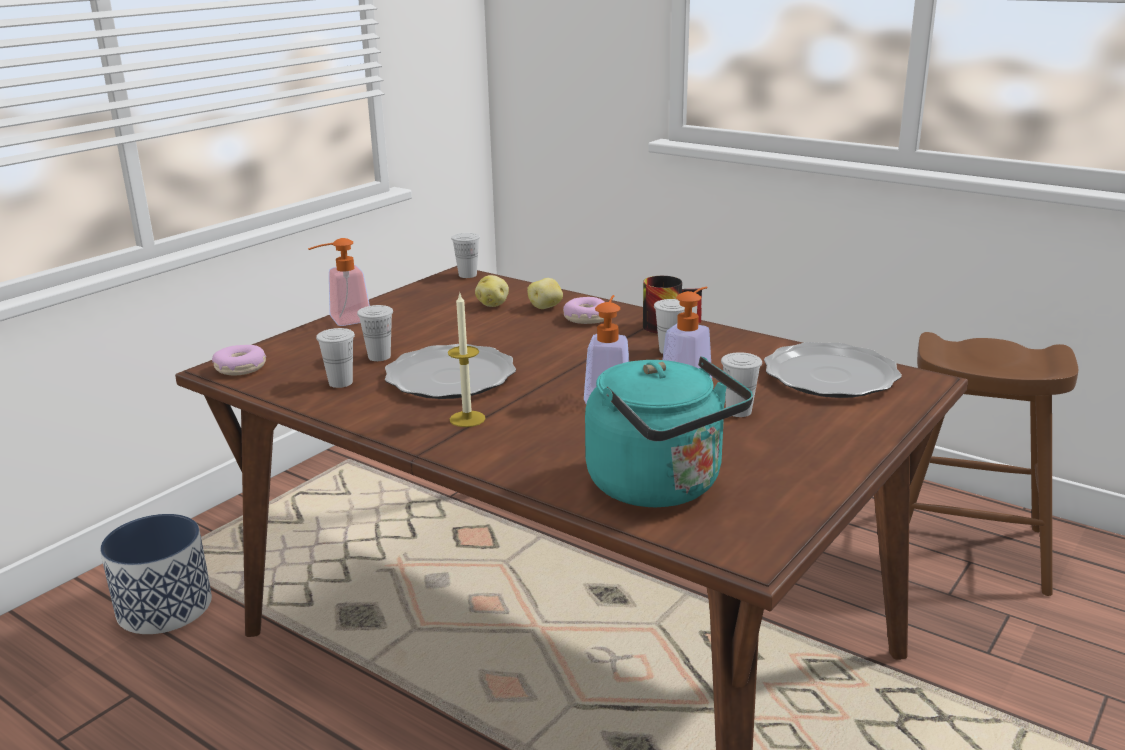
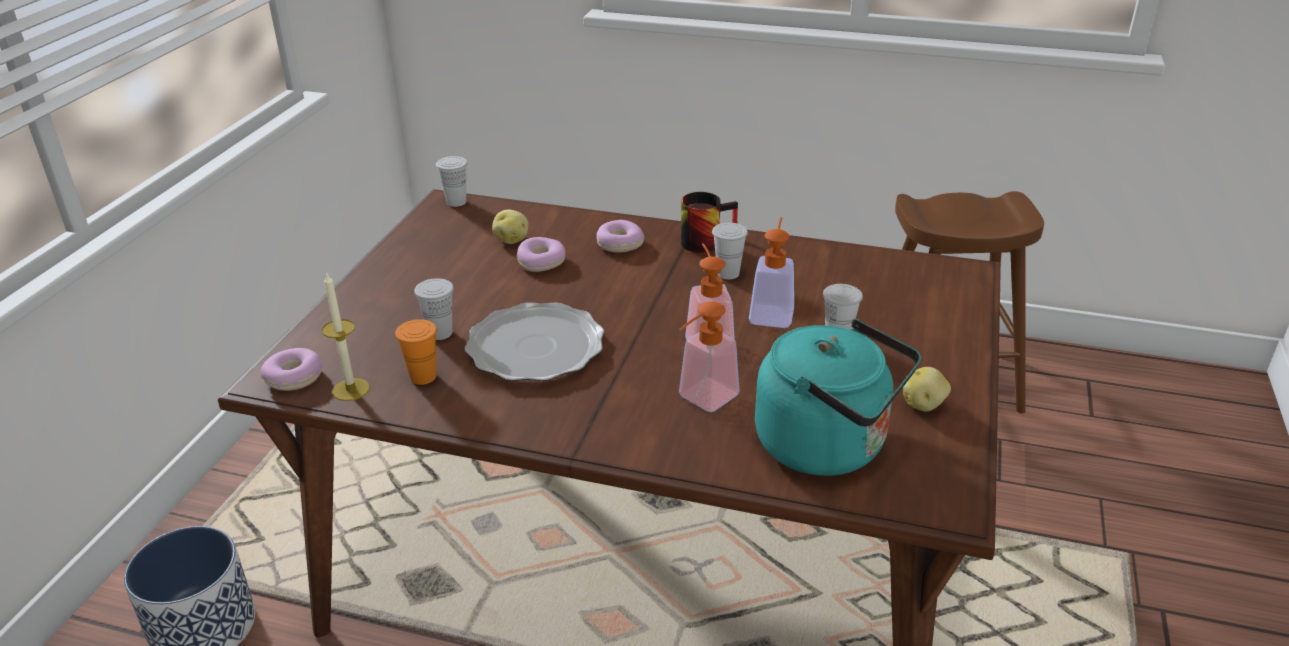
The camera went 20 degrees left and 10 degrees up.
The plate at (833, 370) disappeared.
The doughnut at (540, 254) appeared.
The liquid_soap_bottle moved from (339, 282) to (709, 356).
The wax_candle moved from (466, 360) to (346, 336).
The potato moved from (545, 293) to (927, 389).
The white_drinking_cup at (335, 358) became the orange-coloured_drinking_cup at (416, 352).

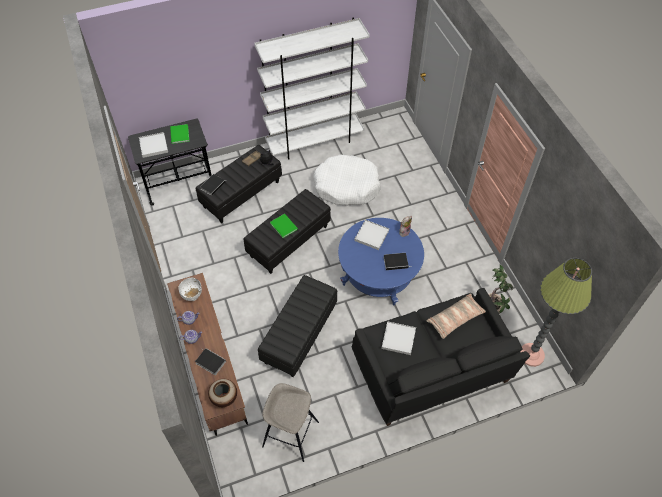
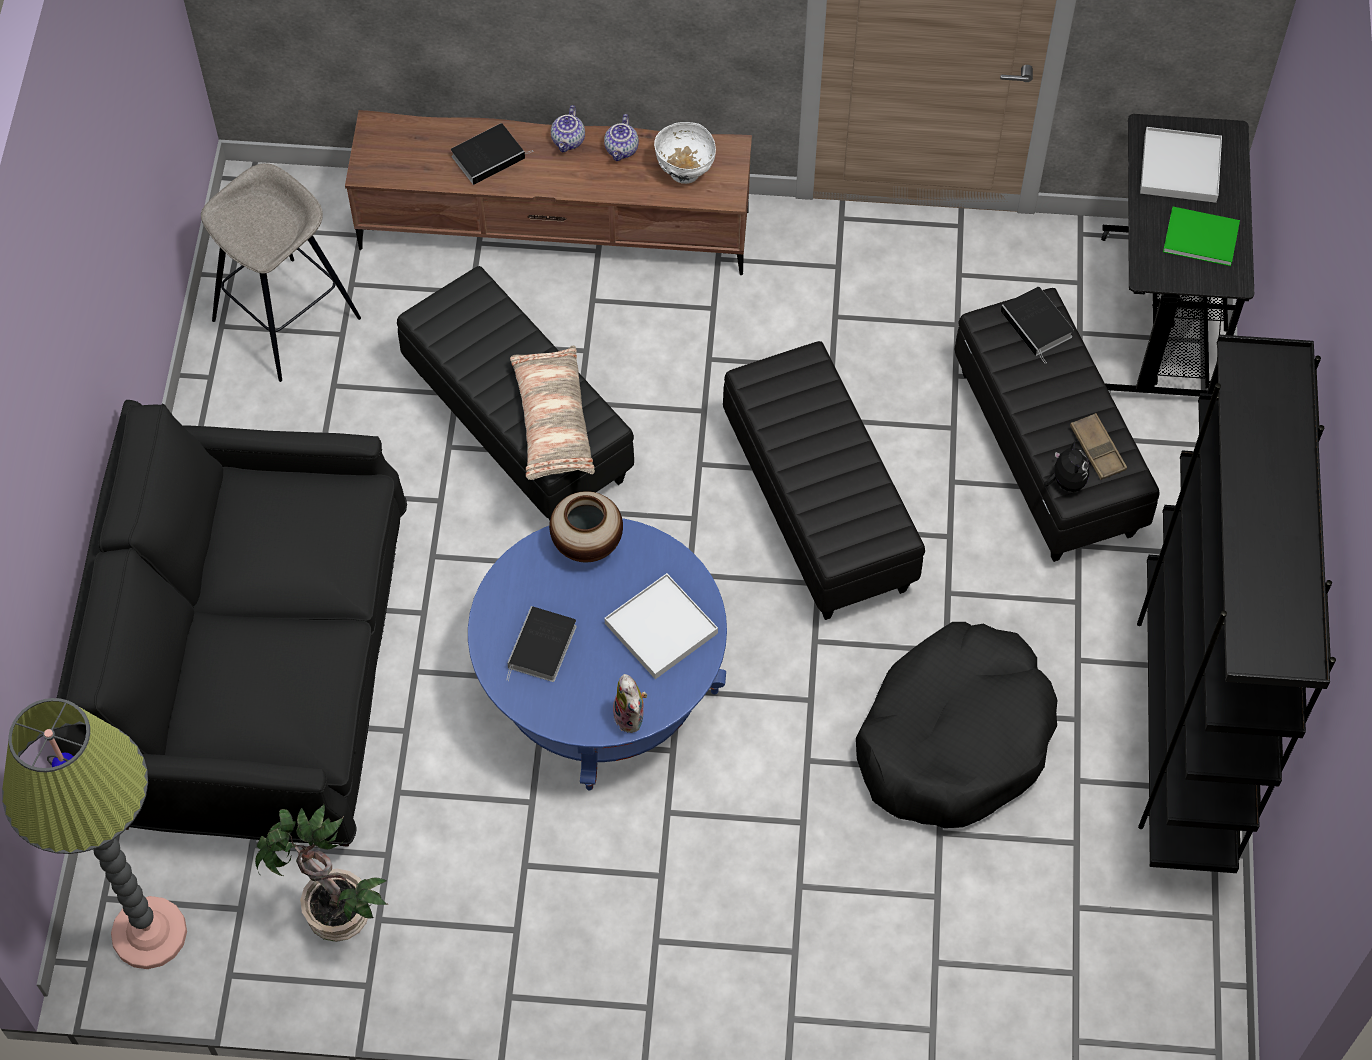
The camera went 115 degrees right and 5 degrees up.
The green_book at (284, 226) disappeared.
The white_tray at (399, 338) disappeared.
The decorative_vase moved from (222, 393) to (586, 526).
The cushion moved from (456, 316) to (552, 412).
The white_bookshelf at (312, 89) became the blackish_bookshelf at (1236, 604).
The white_dog_cushion at (346, 180) became the blackish_dog_cushion at (956, 725).

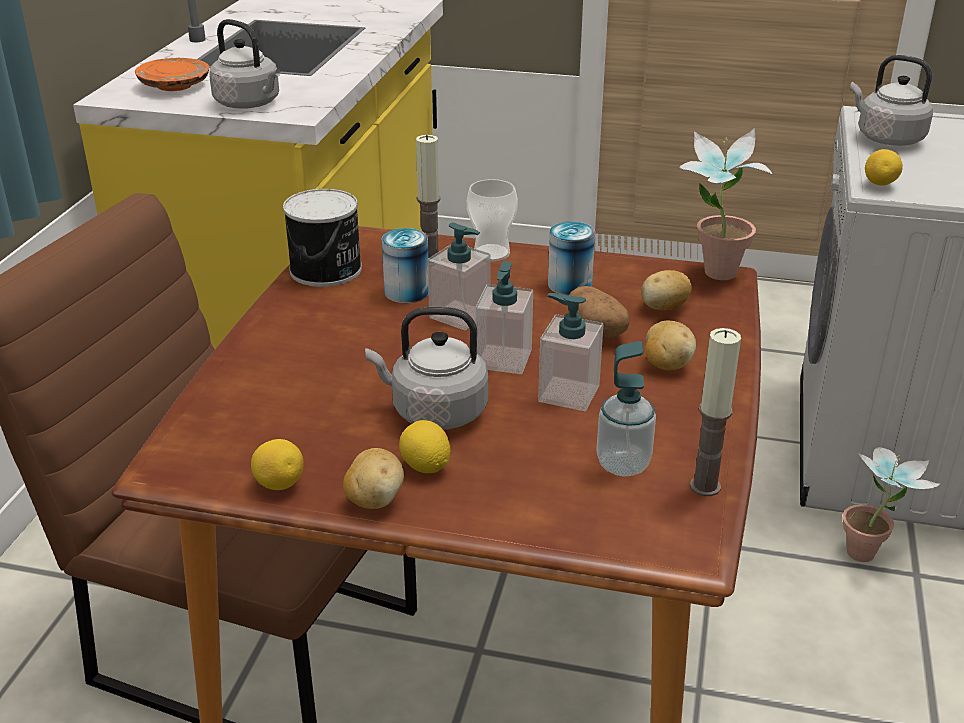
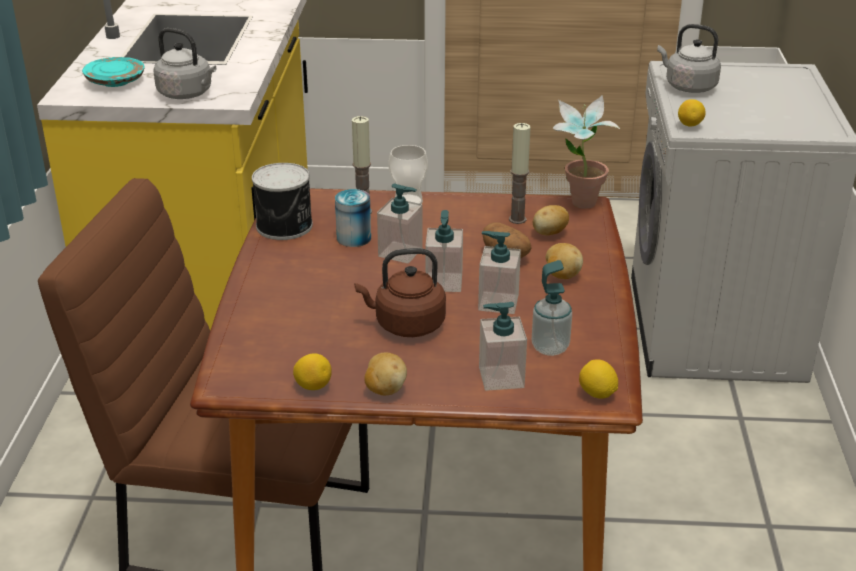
The camera went 10 degrees left and 0 degrees up.
The sealed_can at (571, 258) disappeared.
The plant_in_a_pot at (892, 504) disappeared.
The liquid_soap_bottle at (503, 346) appeared.
The citrus_fruit moved from (425, 446) to (598, 379).
The wax_candle moved from (715, 412) to (520, 173).
The orange-coloured_plate at (172, 74) became the turquoise_plate at (113, 72).
The gray_kettle at (426, 368) became the brown_kettle at (400, 292).

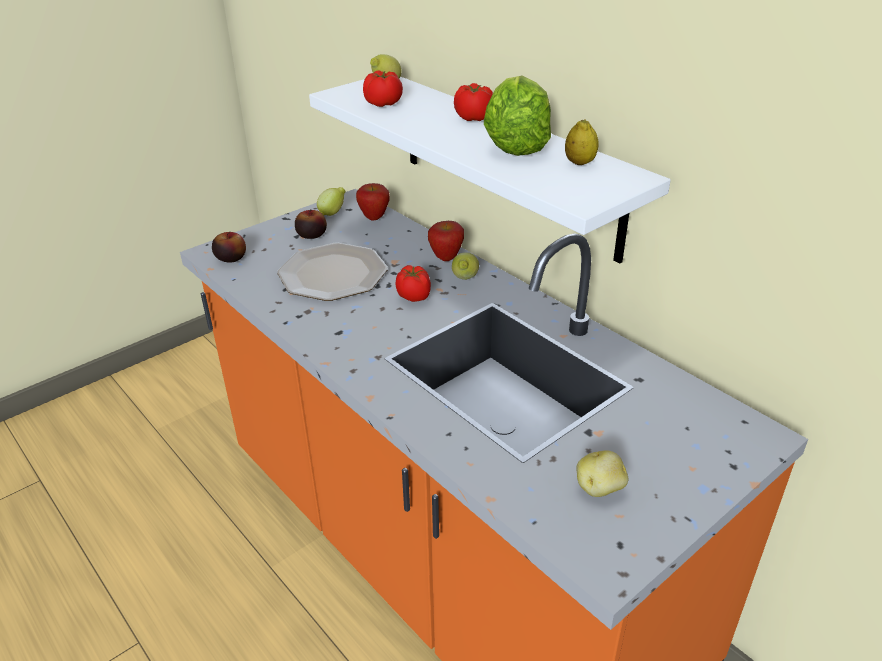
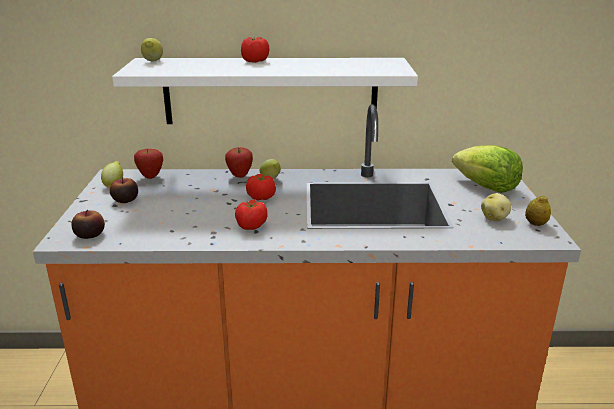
The camera went 50 degrees left and 10 degrees down.
The plate at (332, 272) disappeared.
The tomato moved from (383, 88) to (251, 215).
The lettuce moved from (517, 115) to (487, 169).
The citrus_fruit moved from (582, 142) to (538, 210).

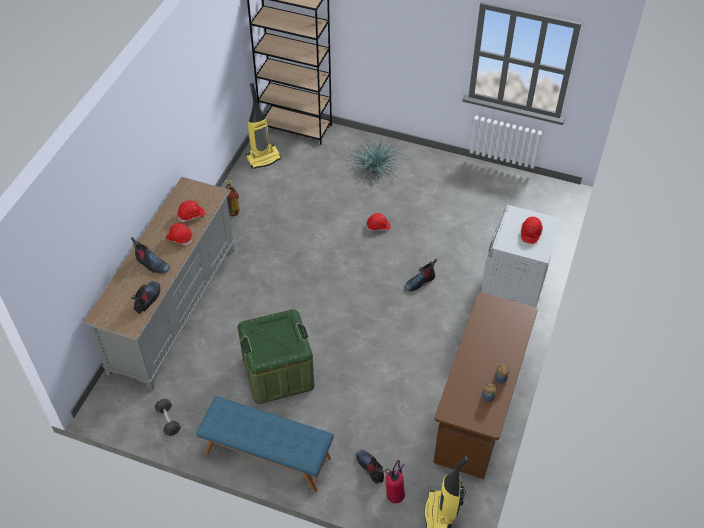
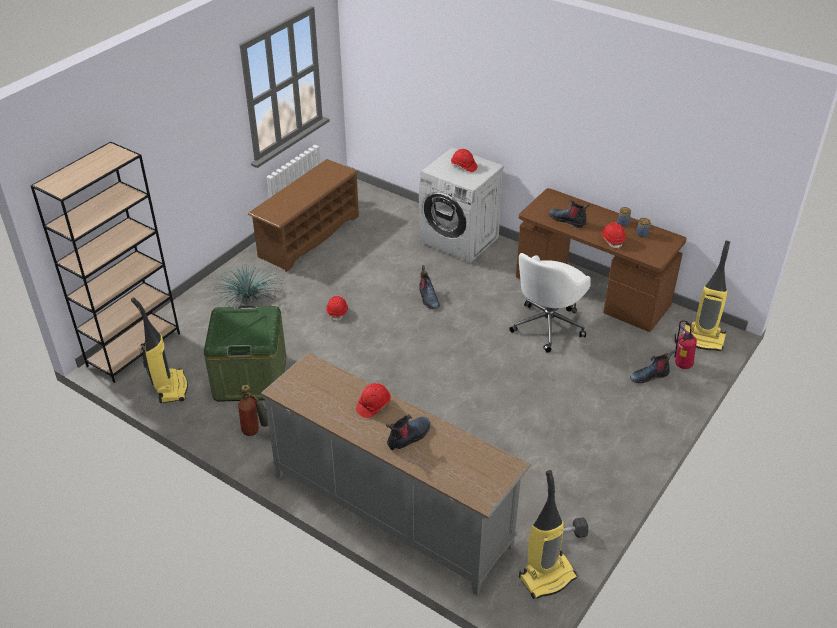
The camera went 75 degrees left and 10 degrees down.
The blue_long_seat at (265, 444) disappeared.
The brown_shoe_stand at (303, 215) appeared.
The white_desk_chair at (550, 303) appeared.
The vacuum_cleaner at (548, 534) appeared.
The high-top_boot moved from (146, 297) to (569, 214).
The red-coloured_hard_hat moved from (191, 211) to (613, 235).
The green_storage_container moved from (276, 356) to (245, 353).

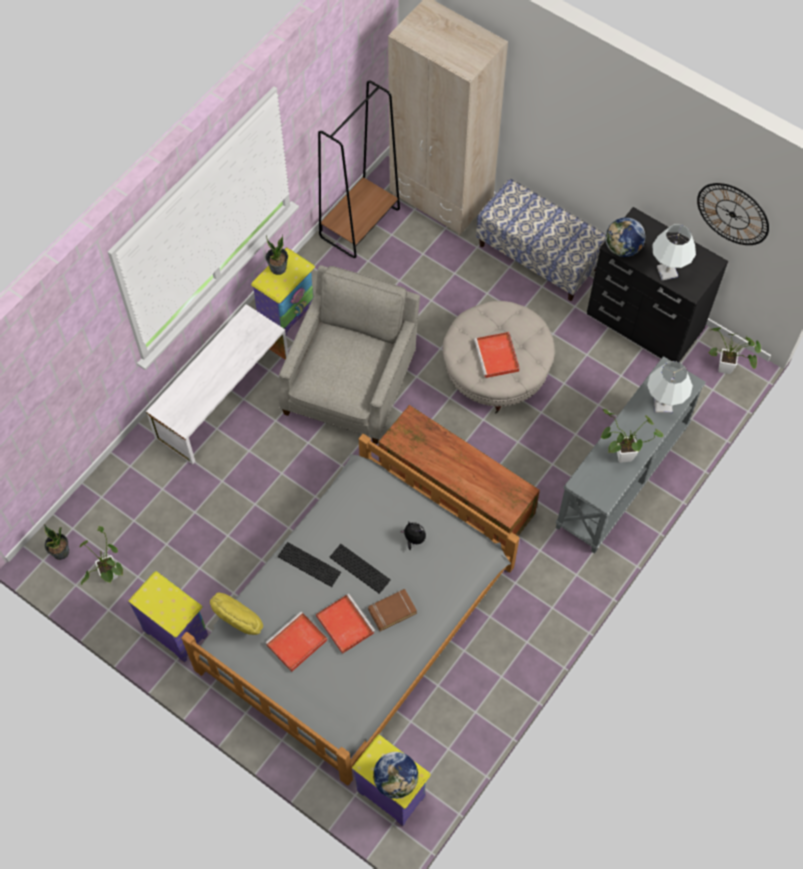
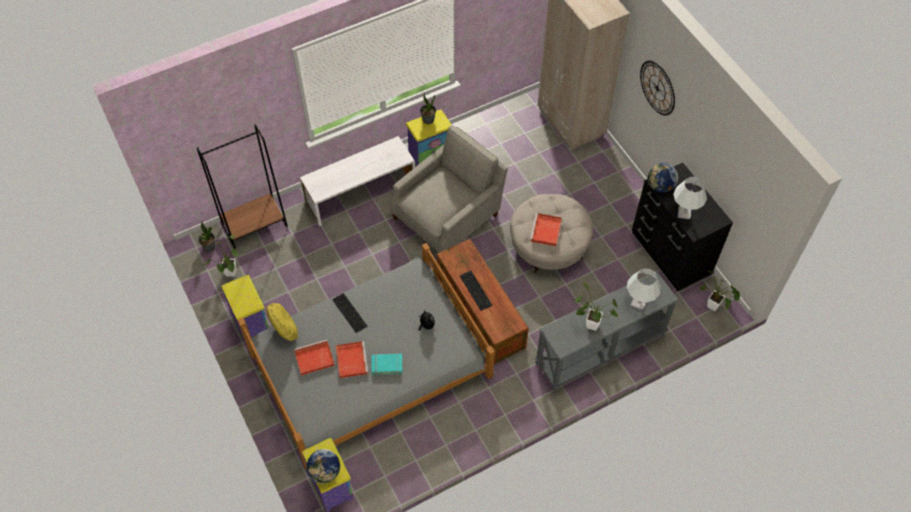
The camera went 25 degrees right and 5 degrees down.
The long_seat at (541, 240) disappeared.
The garment_stand moved from (359, 169) to (242, 186).
The PC_keyboard moved from (360, 569) to (476, 291).
The clock_on_the_wall moved from (733, 214) to (657, 88).
The brown_book at (392, 610) became the turquoise_book at (386, 364).

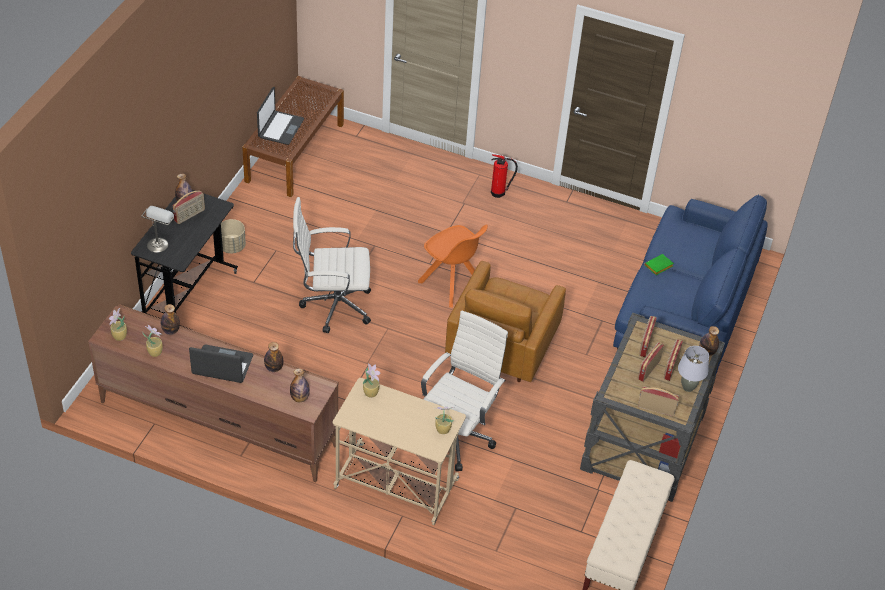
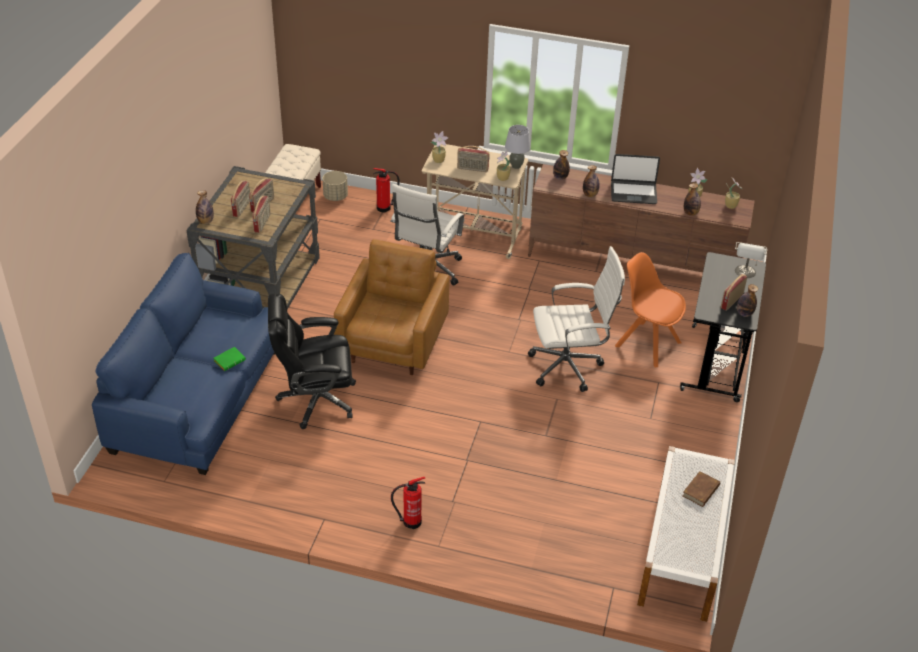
The camera went 175 degrees right and 5 degrees down.
The blackish_desk_chair at (312, 361) appeared.
The fire-fighting_cylinder at (386, 190) appeared.
The sand-coloured_flower_pot moved from (233, 236) to (335, 186).
The orange-coloured_upright_chair moved from (453, 265) to (650, 309).
The radio moved from (658, 401) to (473, 159).
The gray_tabletop_lamp moved from (693, 369) to (518, 147).
The portable_computer at (280, 116) was replaced by the brown_book at (701, 489).
The brown_long_seat at (293, 136) became the white_long_seat at (686, 534).

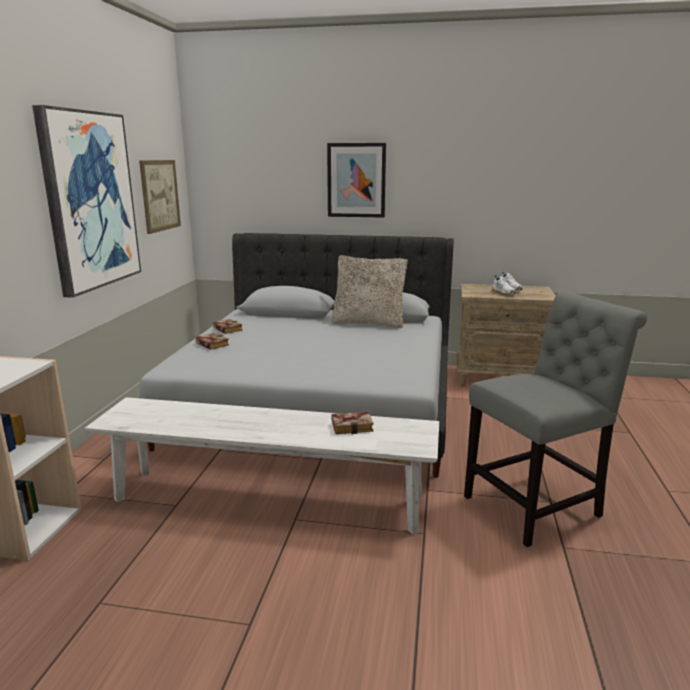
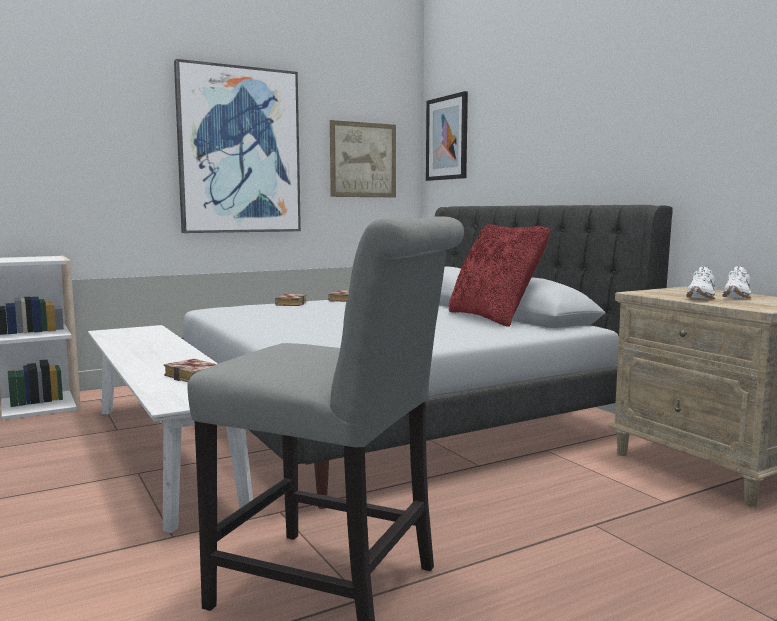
The camera went 50 degrees right and 10 degrees down.
The picture moved from (356, 180) to (447, 136).
The sand-coloured_cushion at (369, 291) became the red-coloured_cushion at (499, 275).

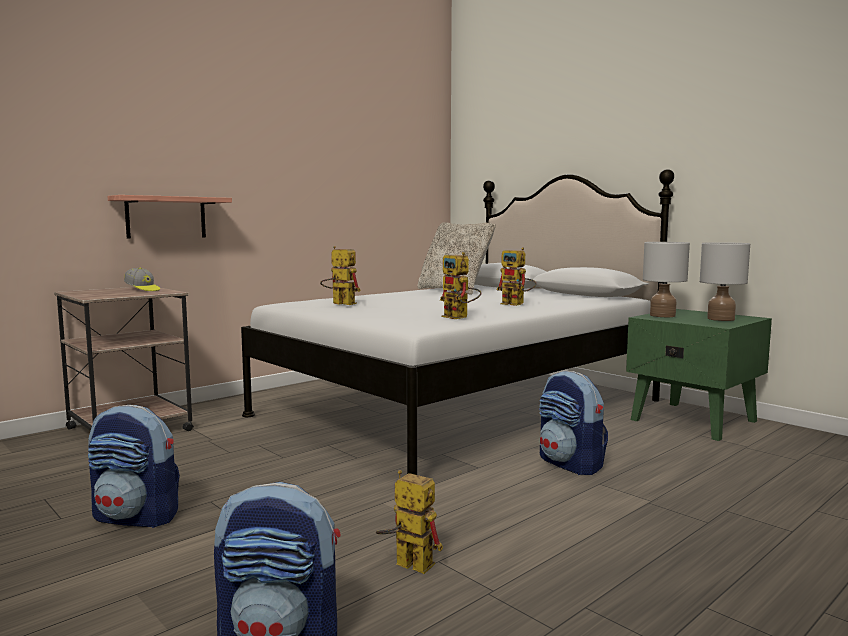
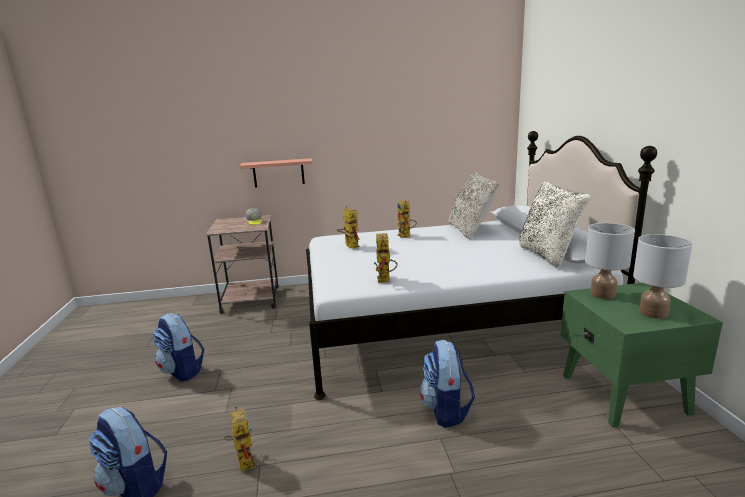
The camera went 35 degrees right and 10 degrees up.
The sand-coloured_cushion at (555, 224) appeared.
The robot_figure moved from (516, 276) to (407, 219).

